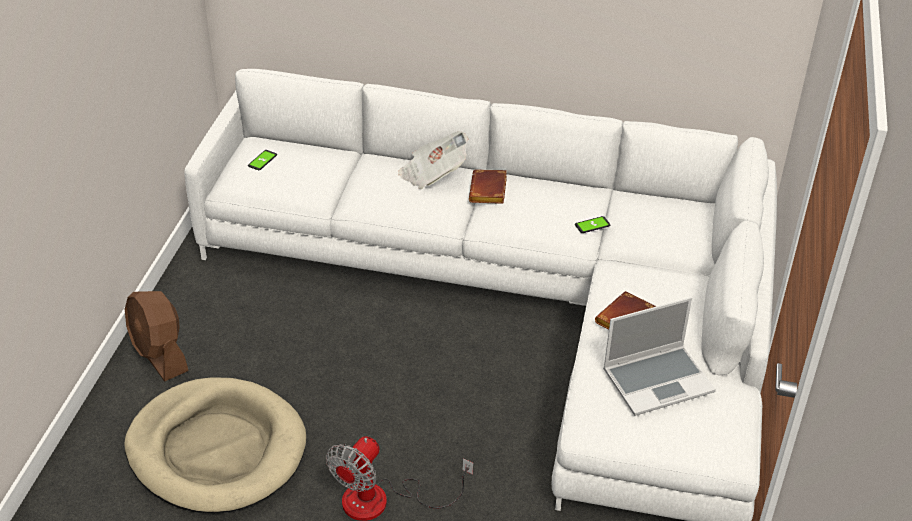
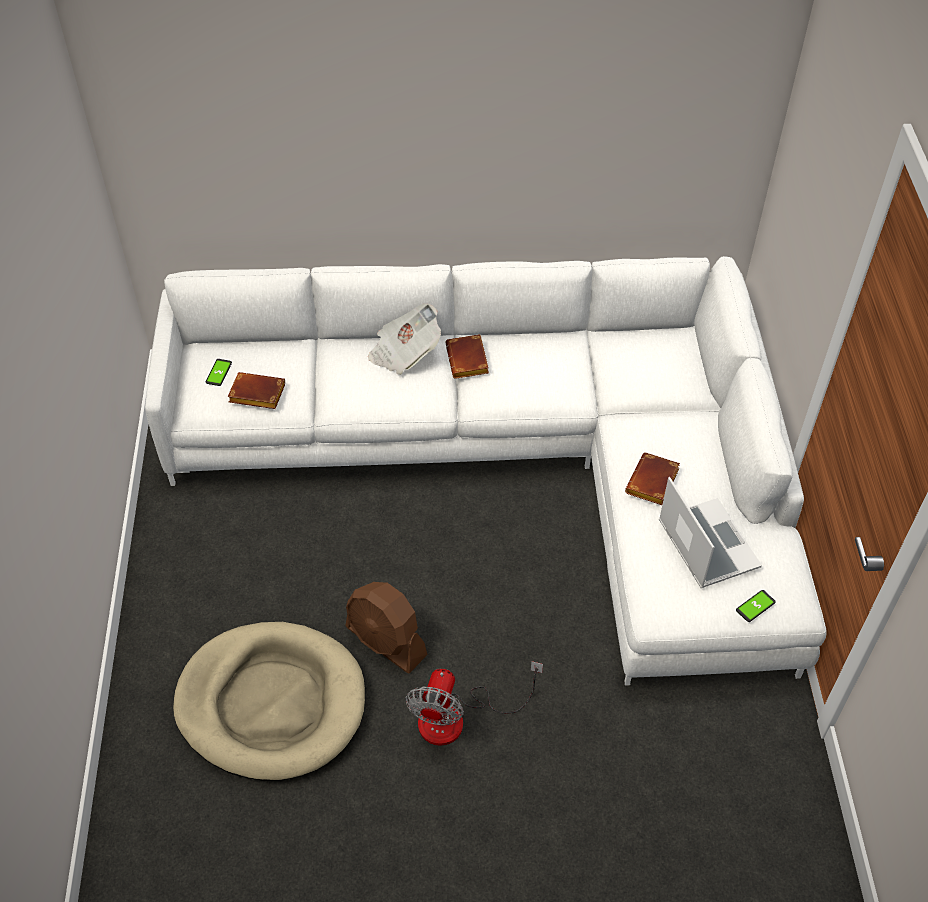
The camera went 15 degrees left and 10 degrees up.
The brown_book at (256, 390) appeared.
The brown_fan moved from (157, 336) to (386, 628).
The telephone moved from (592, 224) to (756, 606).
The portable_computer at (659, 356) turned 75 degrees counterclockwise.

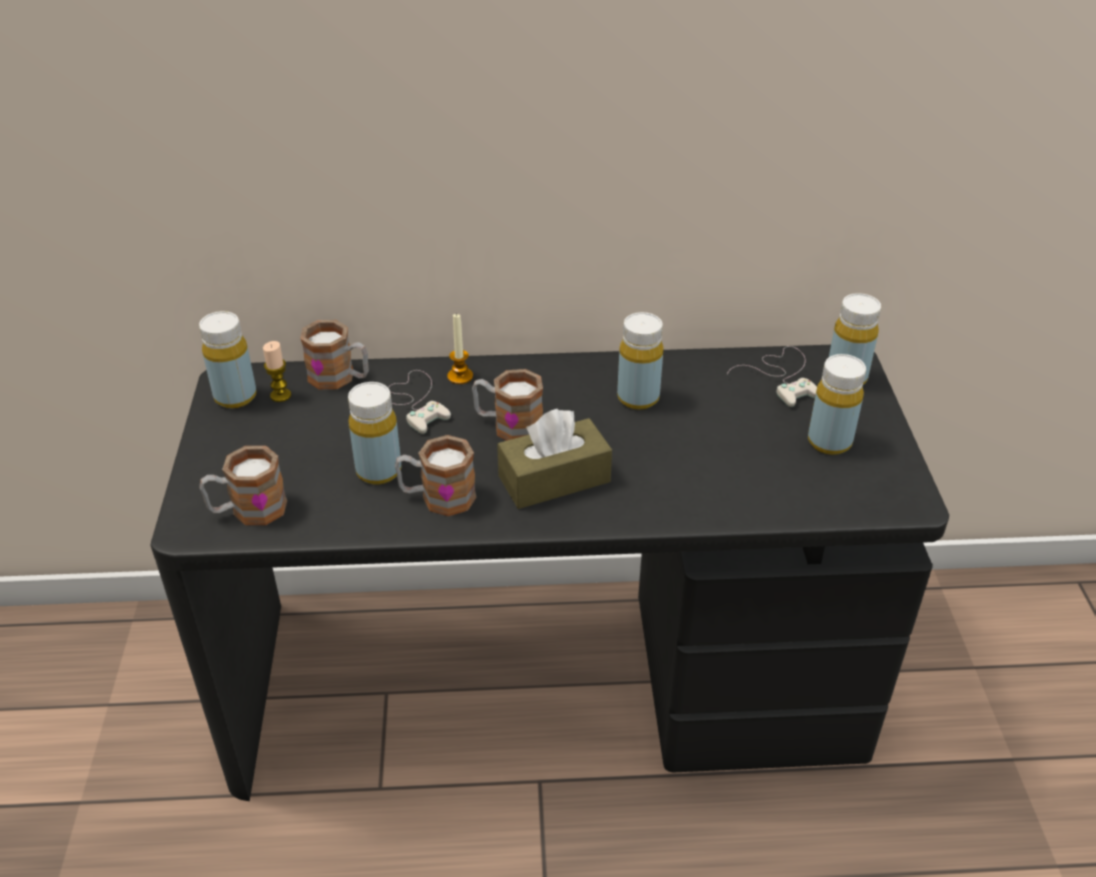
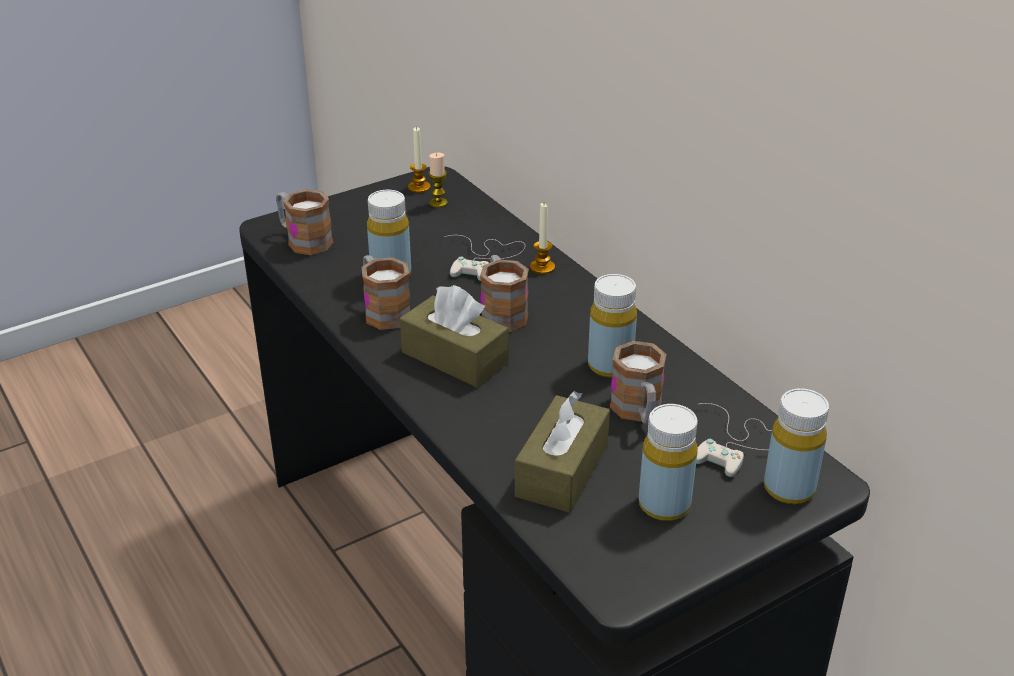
The camera went 60 degrees right and 5 degrees down.
The brown_box_of_tissues at (562, 452) appeared.
The coffee_mug moved from (334, 355) to (638, 383).
The yellow_bottle at (227, 359) was replaced by the wax_candle at (419, 159).

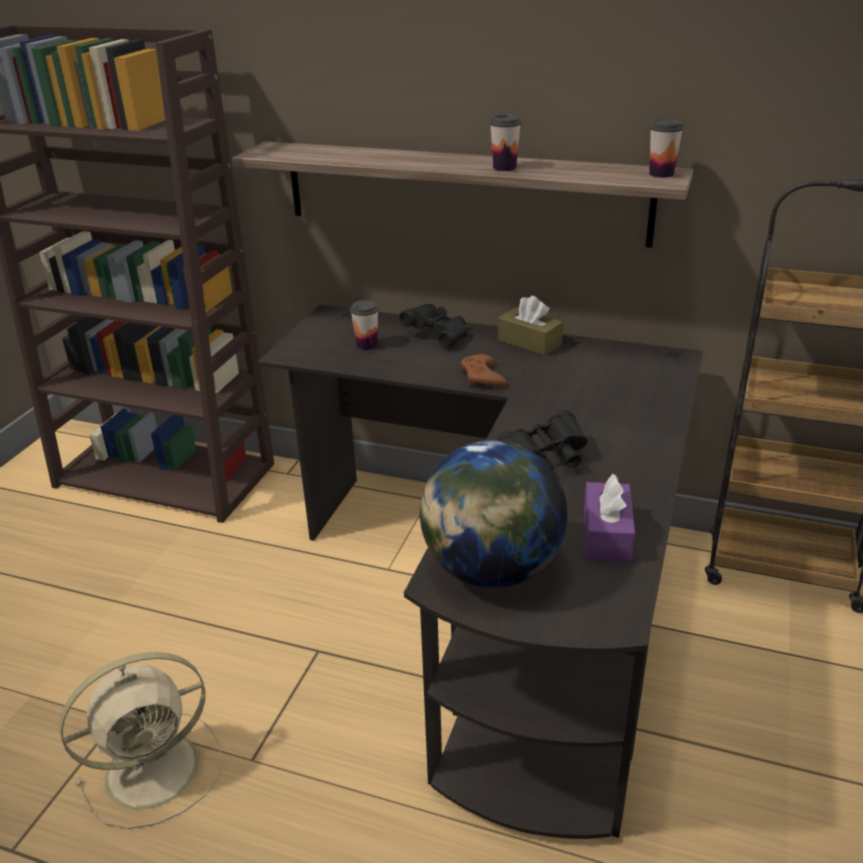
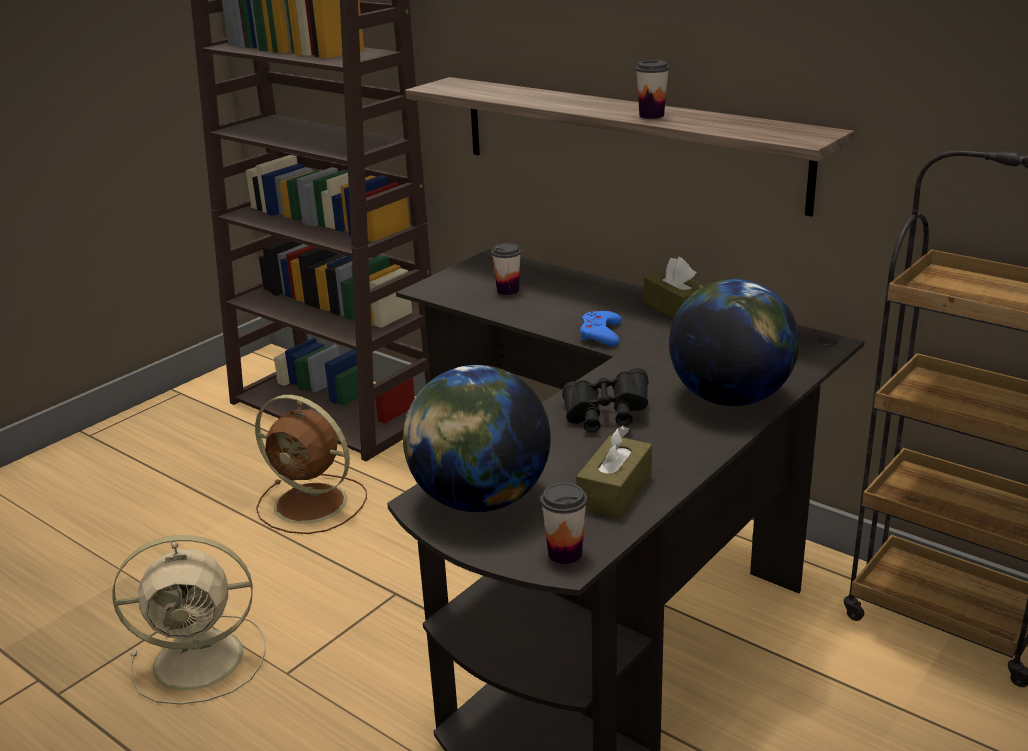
The camera went 20 degrees right and 5 degrees down.
The blackish_field_glasses at (433, 325) disappeared.
The brown_fan at (311, 464) appeared.
The globe at (734, 342) appeared.
The drinking_cup moved from (666, 148) to (564, 523).
The brown_gamepad at (484, 371) became the blue_gamepad at (601, 328).
The purple-coloured_box_of_tissues at (609, 518) became the brown_box_of_tissues at (614, 472).

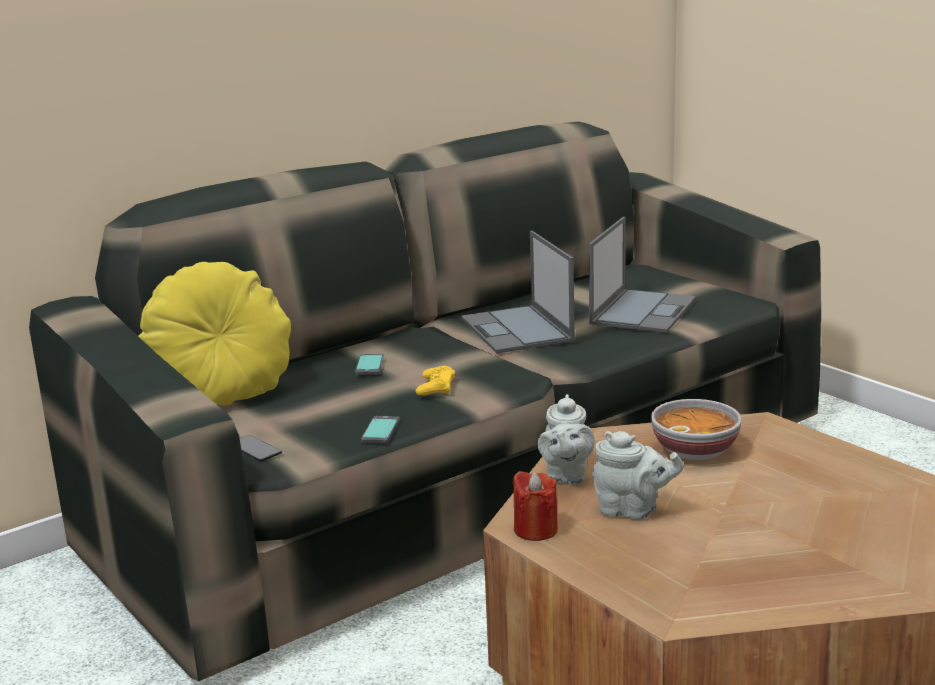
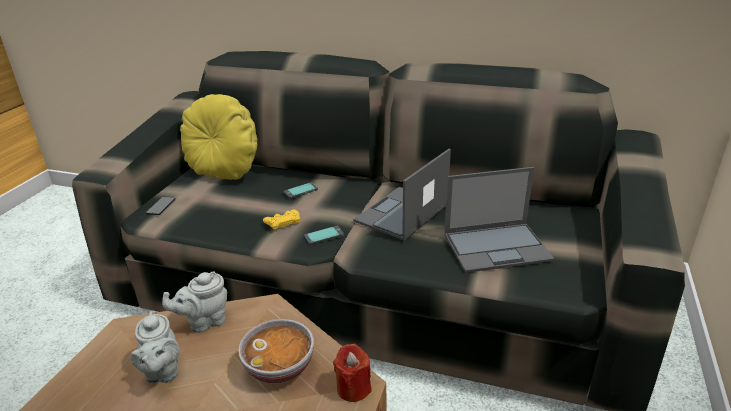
The camera went 55 degrees right and 10 degrees up.
The telephone moved from (380, 430) to (324, 235).
The red-coloured_wax_candle moved from (535, 506) to (352, 373).

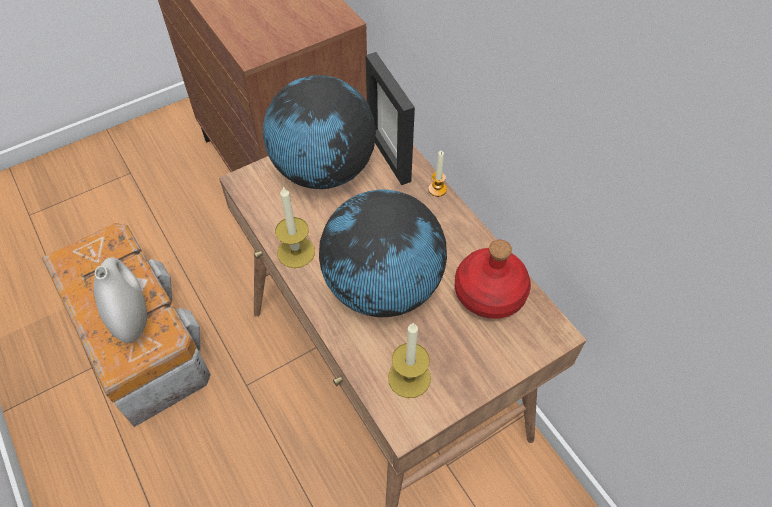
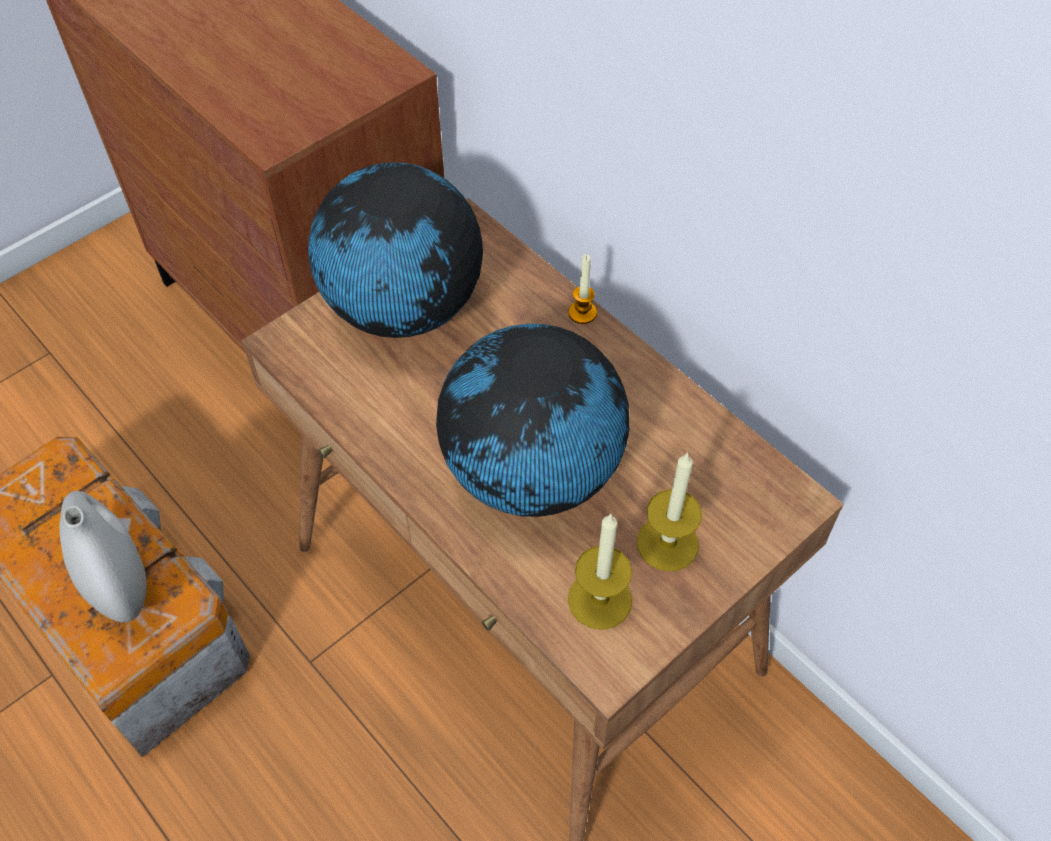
The camera went 10 degrees left and 0 degrees up.
The photo_frame at (390, 118) disappeared.
The red-coloured_bottle at (493, 279) disappeared.
The wax_candle moved from (295, 227) to (669, 511).

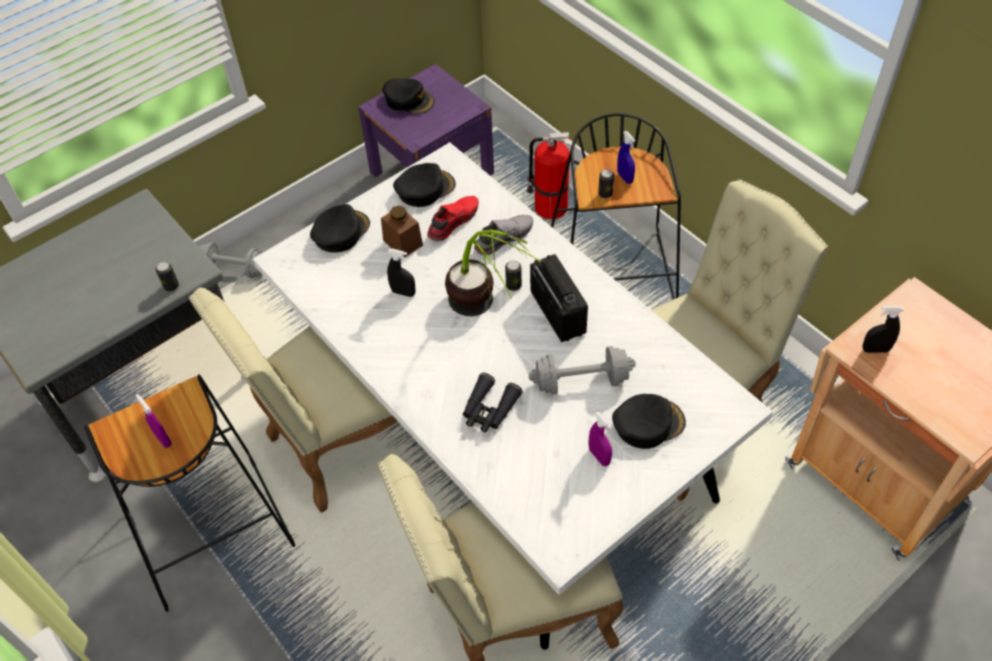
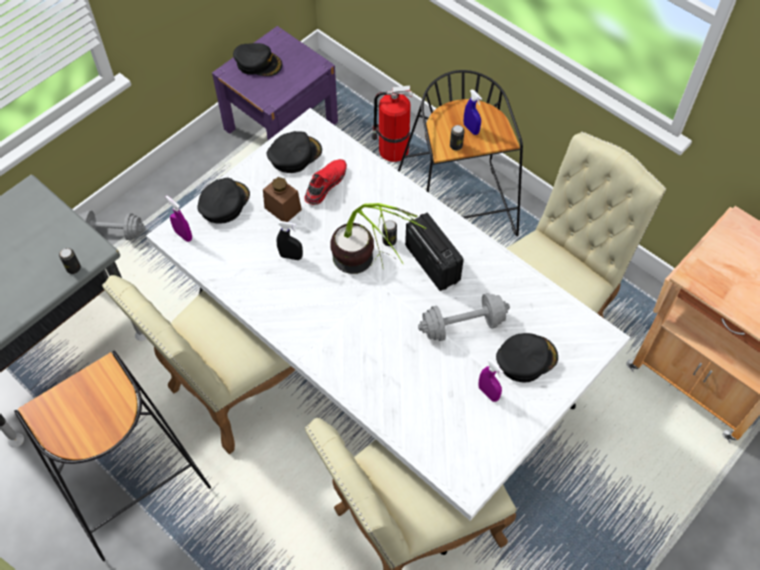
The camera went 10 degrees left and 5 degrees up.
The blackish_field_glasses at (493, 402) disappeared.
The gray_shoe at (503, 235) disappeared.
The blackish_spray_bottle at (883, 329) disappeared.
The purple-coloured_spray_bottle moved from (154, 421) to (179, 219).

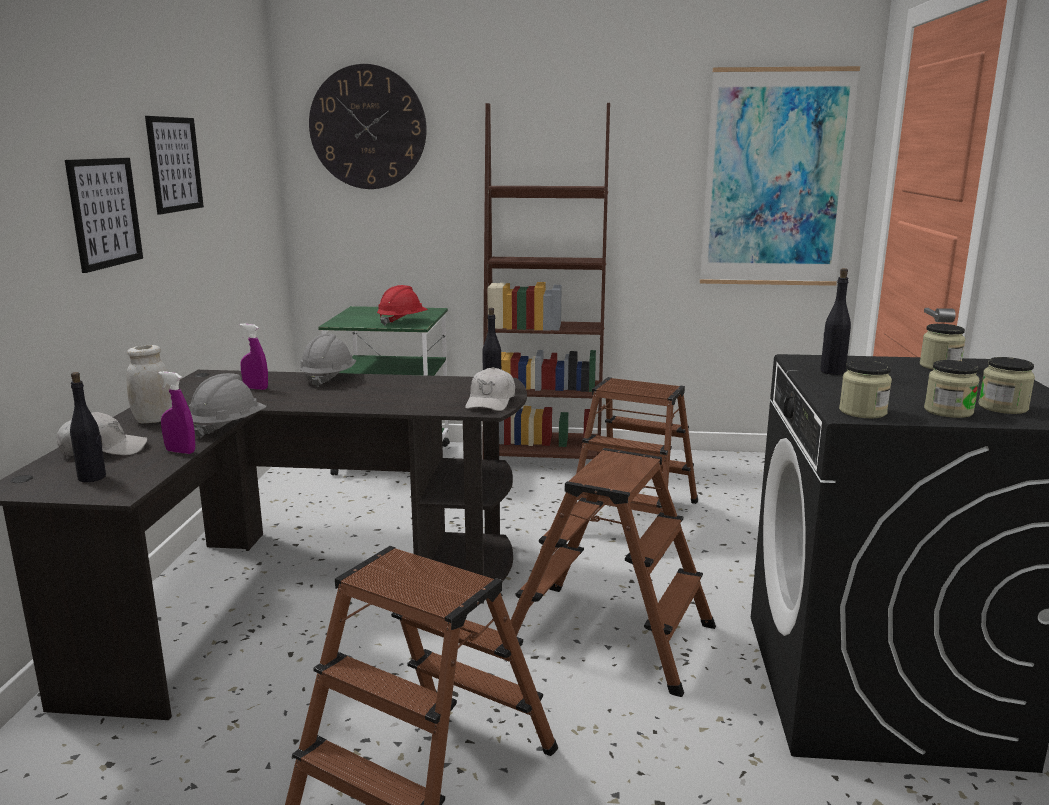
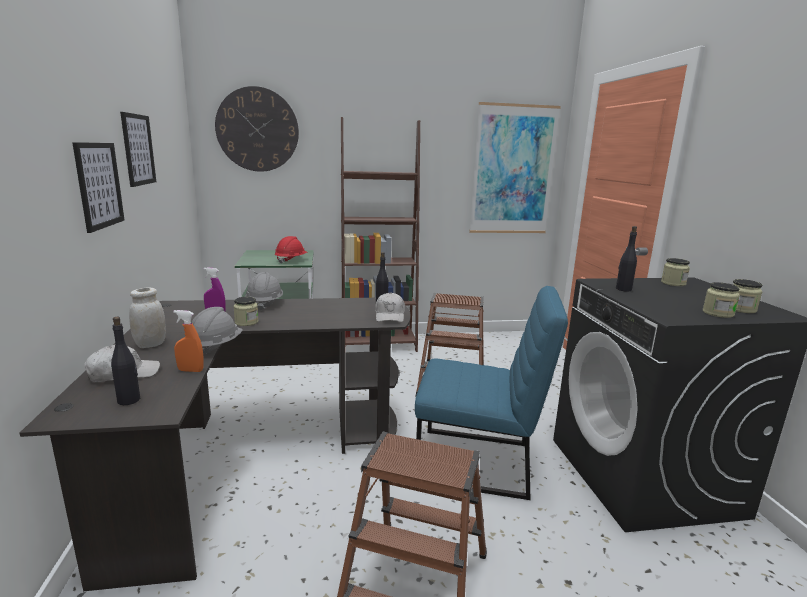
The camera went 15 degrees left and 0 degrees up.
The jar moved from (865, 389) to (246, 311).
The brown_stepladder at (613, 572) was replaced by the blue_upright_chair at (491, 393).
The purple-coloured_spray_bottle at (176, 412) became the orange-coloured_spray_bottle at (188, 341).

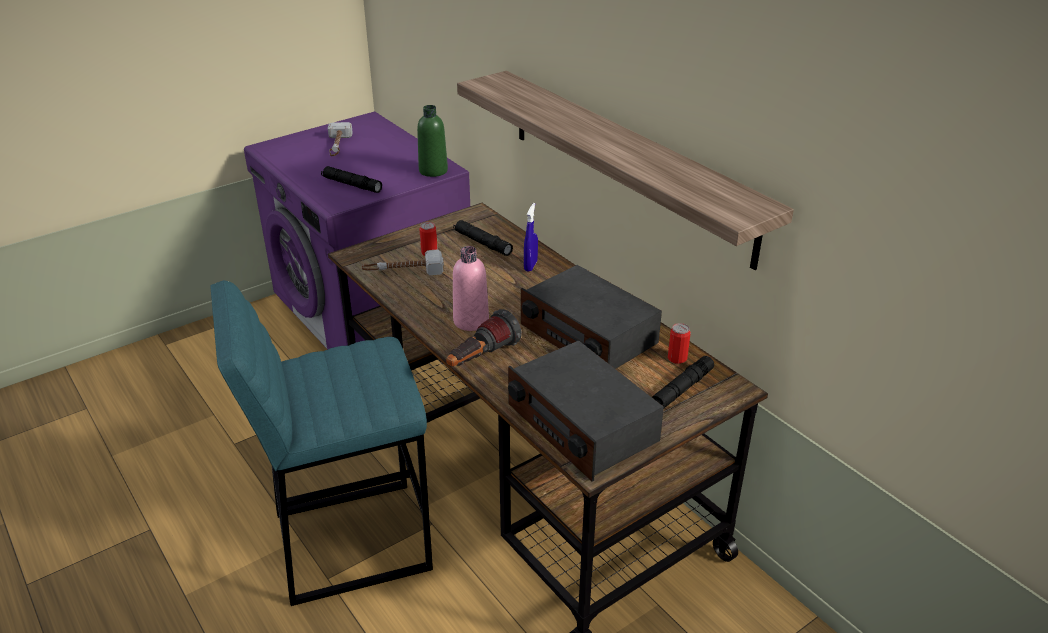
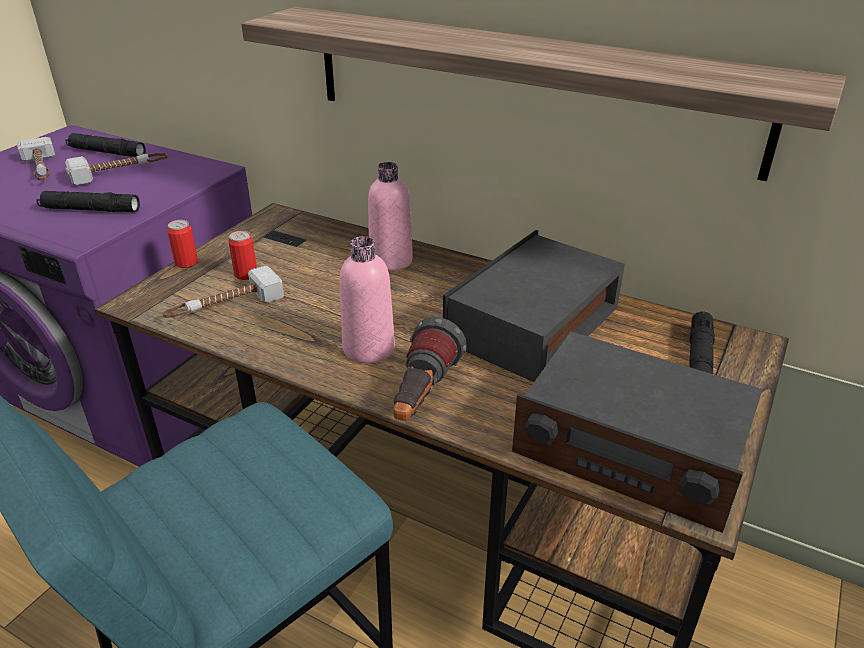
The camera went 25 degrees left and 0 degrees up.
The green_bottle at (432, 141) disappeared.
The hammer at (116, 169) appeared.
The blackish_torch moved from (483, 238) to (105, 145).
The sealed_can moved from (679, 343) to (182, 244).
The blue_spray_bottle at (531, 237) was replaced by the pink_bottle at (390, 216).
The radio at (591, 317) turned 105 degrees clockwise.

